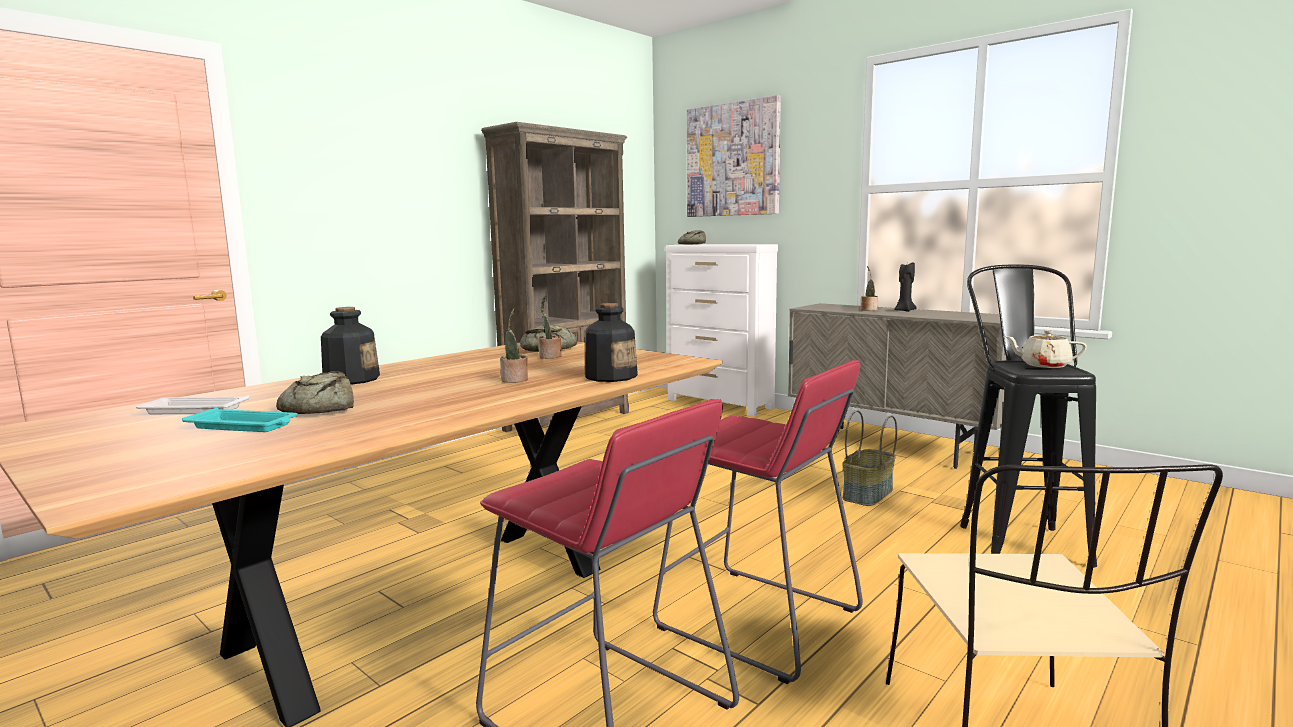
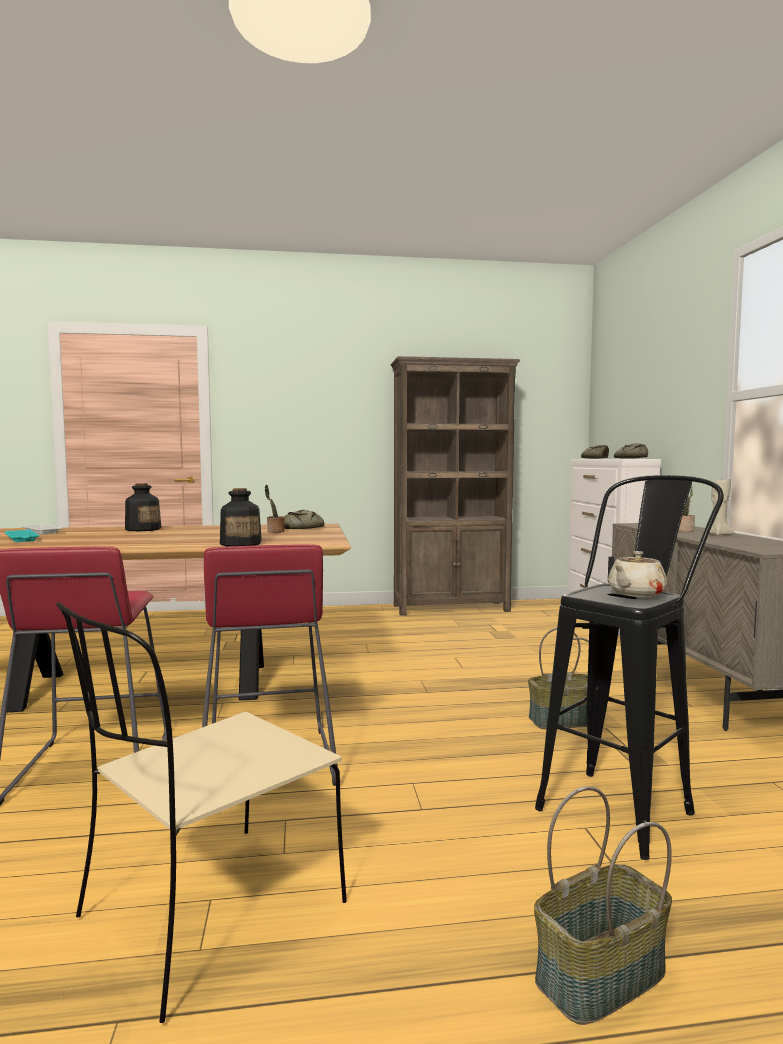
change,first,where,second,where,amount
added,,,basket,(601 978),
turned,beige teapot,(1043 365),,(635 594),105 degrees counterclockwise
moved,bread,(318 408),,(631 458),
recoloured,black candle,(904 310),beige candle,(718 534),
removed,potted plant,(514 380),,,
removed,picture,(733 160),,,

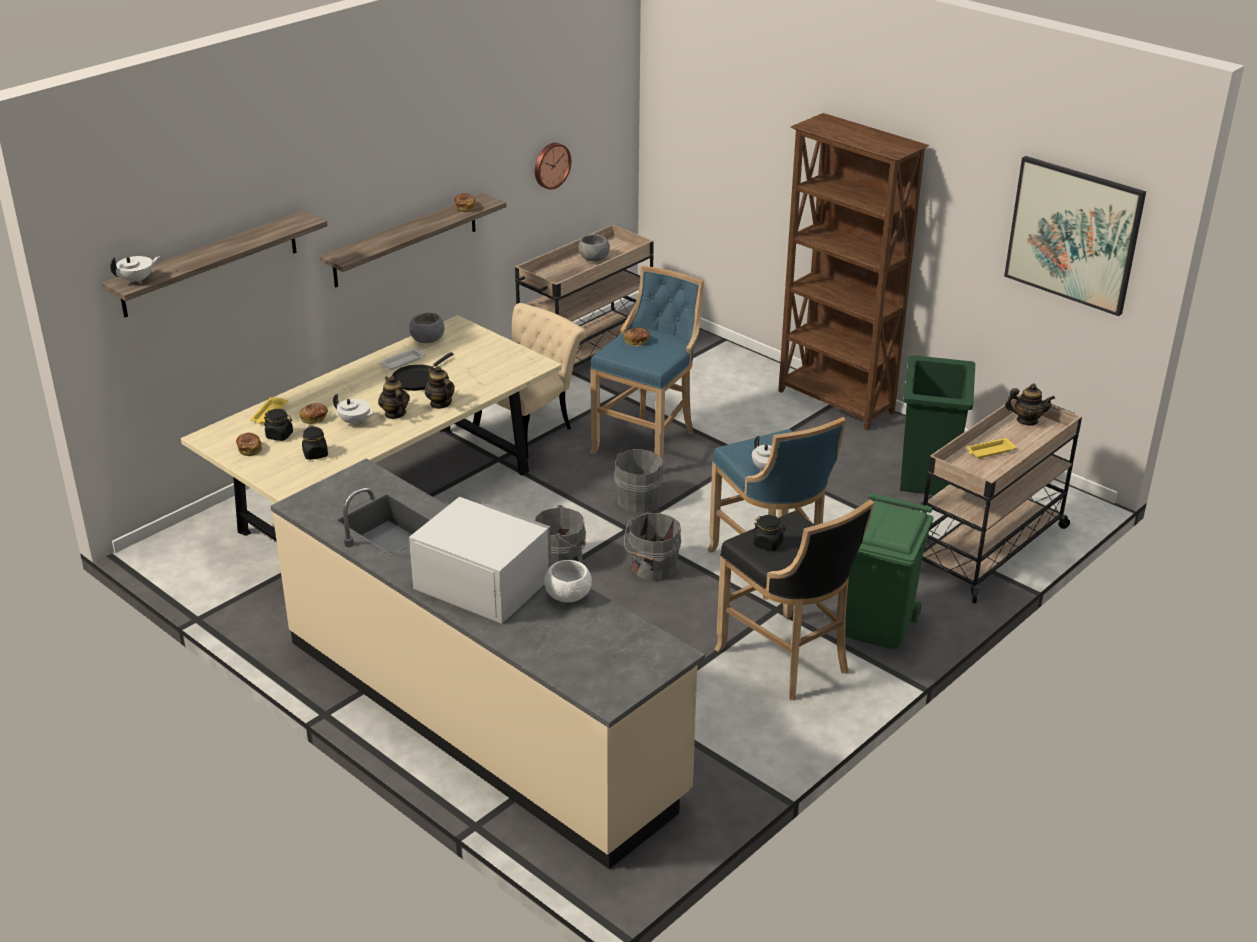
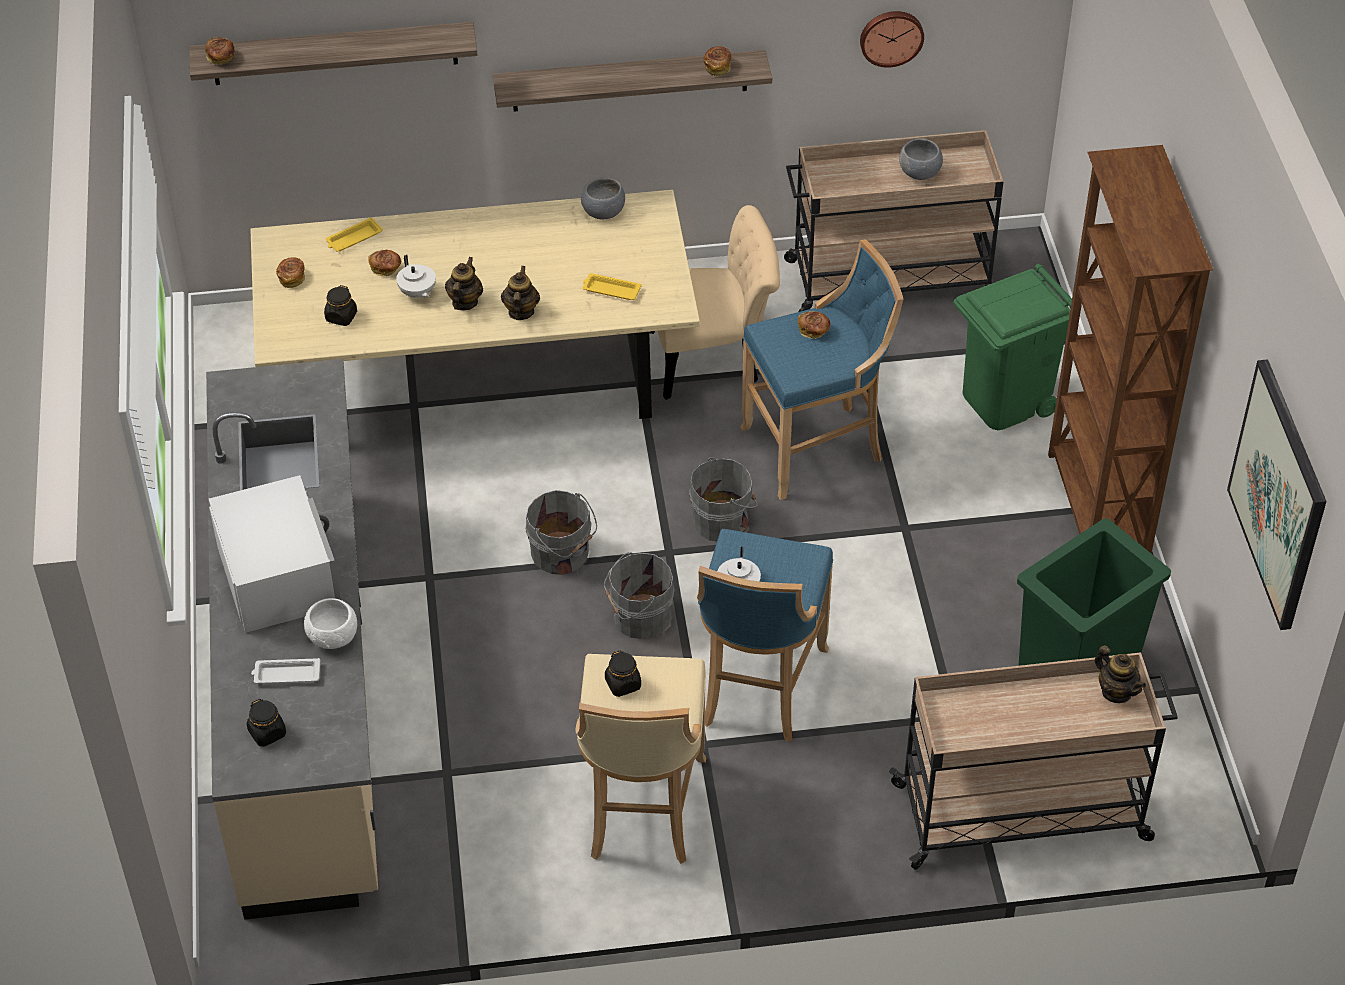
change,first,where,second,where,amount
replaced,white teapot,(138 280),bread,(221 58),
moved,black jar,(279 435),,(267 733),
moved,white tray,(402 362),,(286 674),
recoloured,black stool,(788 661),beige stool,(642 811),
moved,yellow tray,(990 451),,(610 290),
moved,green trash can,(878 625),,(1005 401),
removed,black frying pan,(418 379),,,

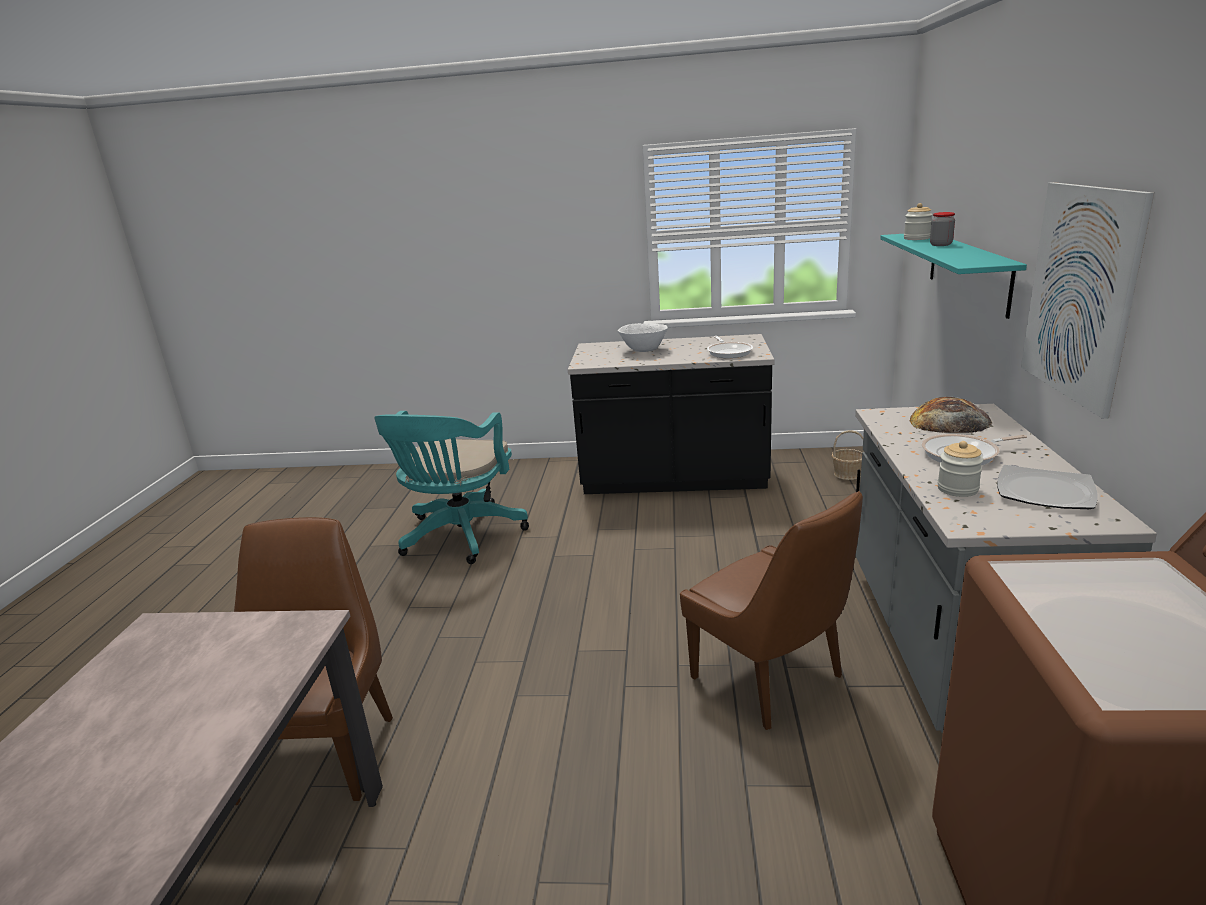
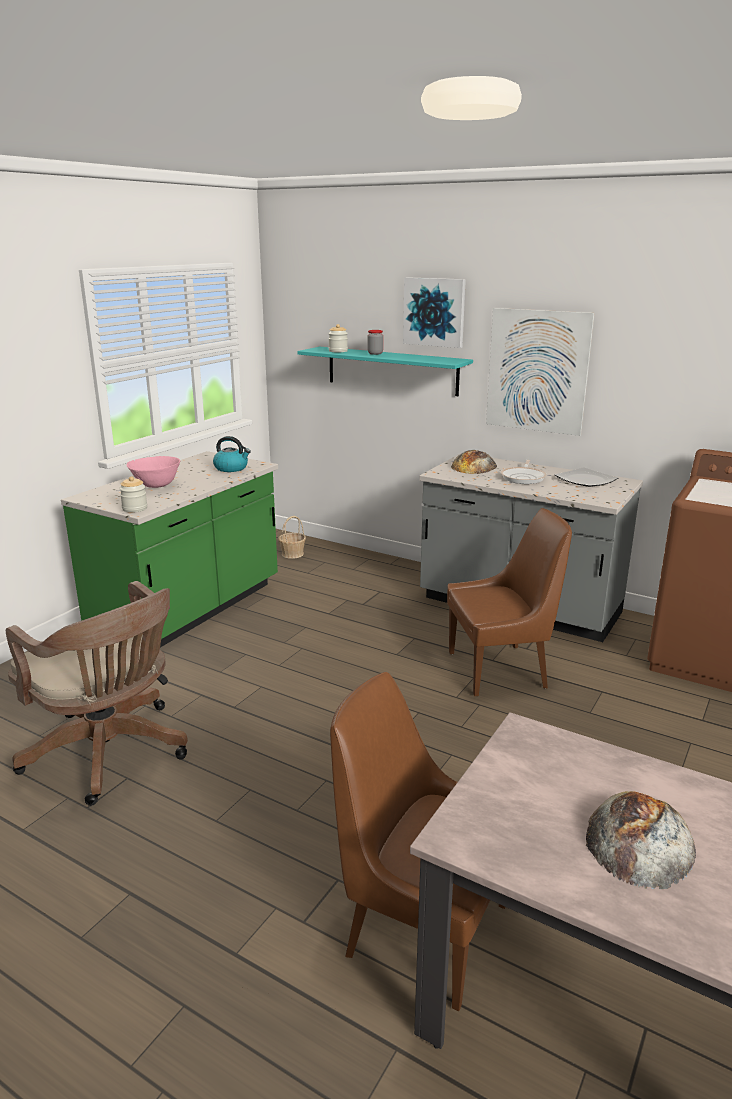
change,first,where,second,where,amount
recoloured,turquoise office chair,(460 537),brown office chair,(111 754),
recoloured,black counter,(674 480),green counter,(190 612),
moved,jar,(957 489),,(135 508),
recoloured,white bowl,(643 351),pink bowl,(156 486),
replaced,frying pan,(729 352),kettle,(231 468),
added,,,picture,(434 312),
added,,,bread,(639 840),

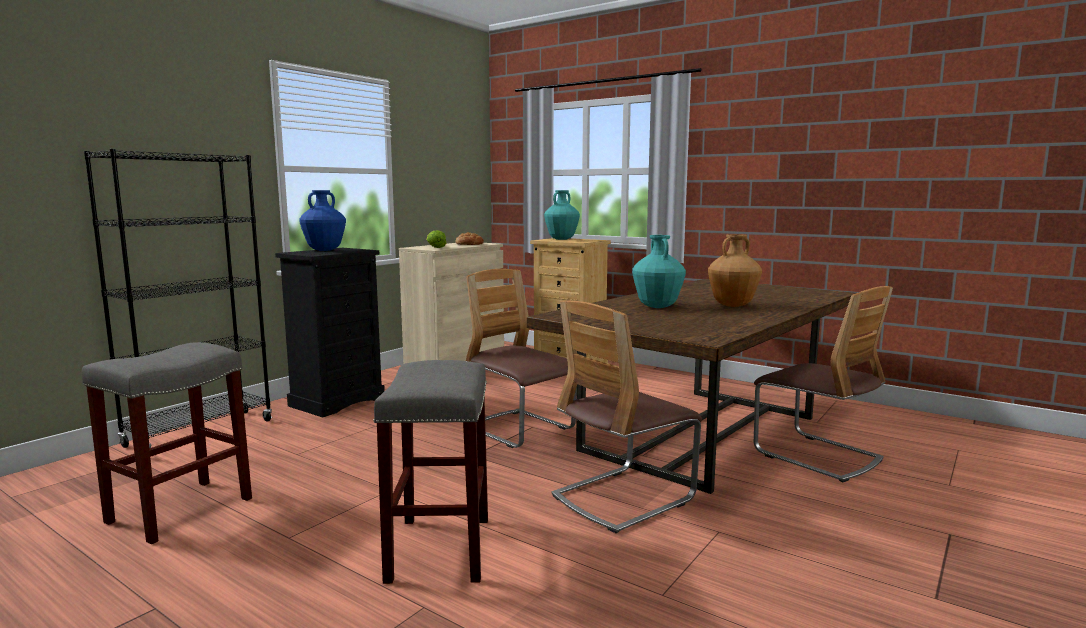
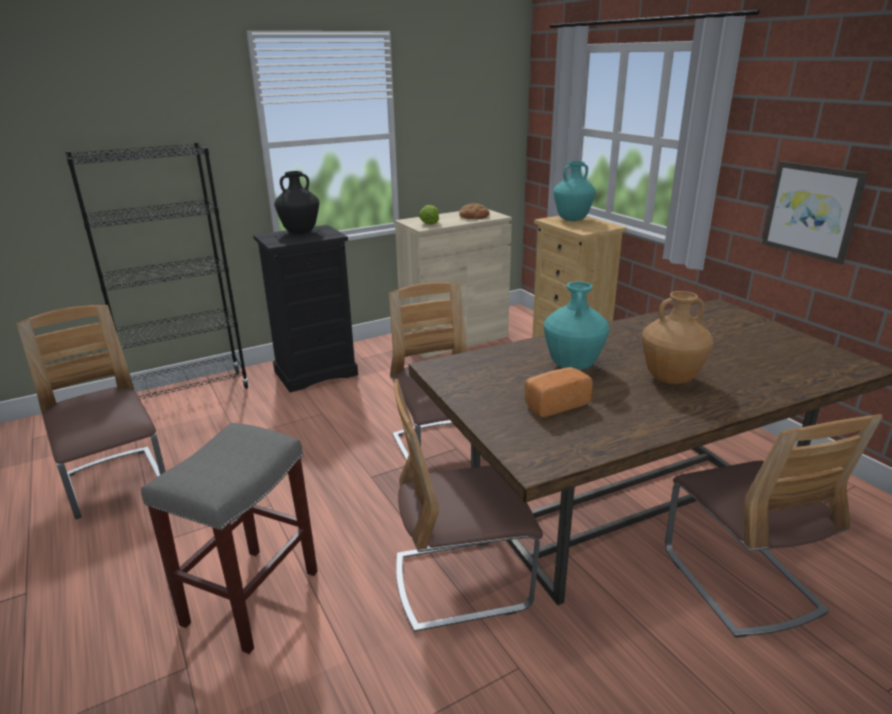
change,first,where,second,where,amount
replaced,grey stool,(181 509),chair,(116 484),
recoloured,blue vase,(324 250),black vase,(300 232),
added,,,bread,(554 404),
added,,,picture,(812 211),

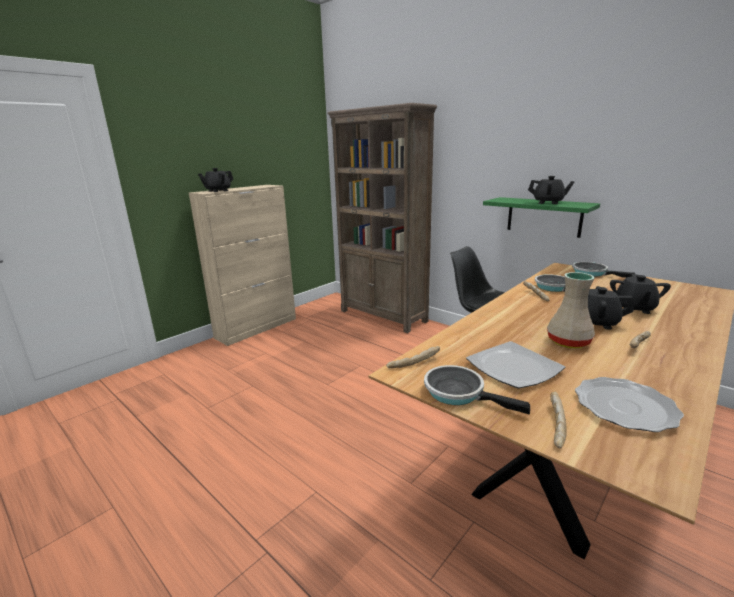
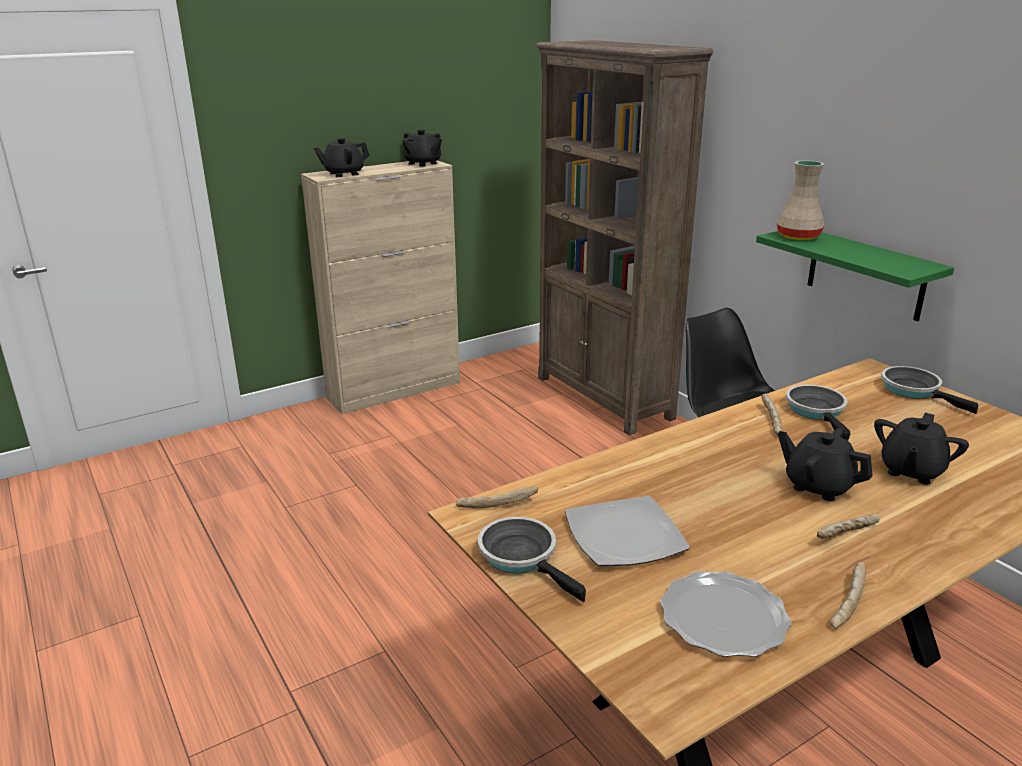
change,first,where,second,where,amount
moved,black teapot,(548 202),,(422 163),
moved,beige vase,(567 342),,(797 237),
moved,bread,(555 425),,(846 602),

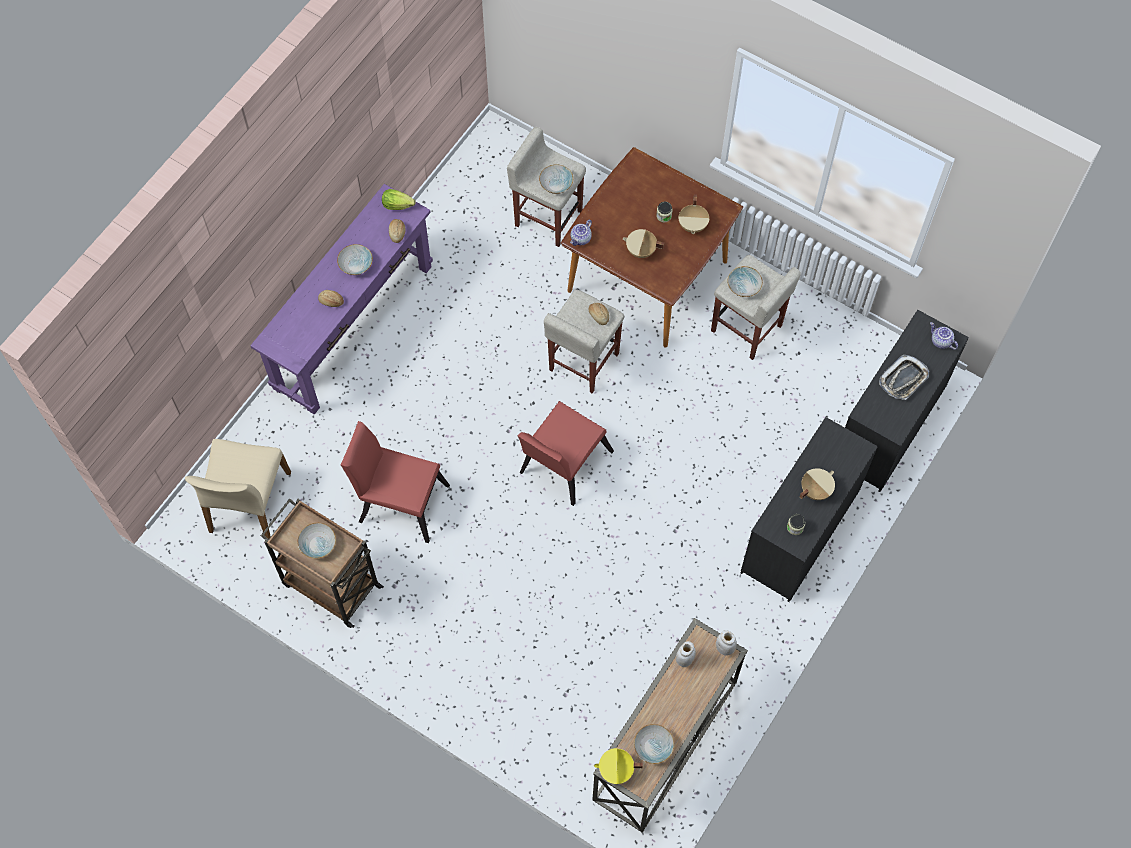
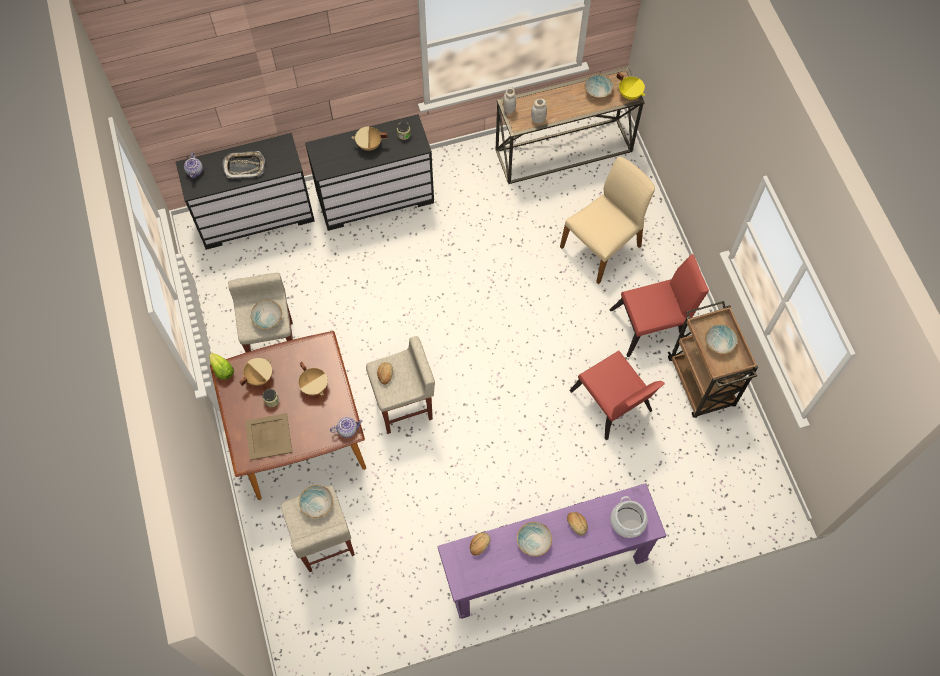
change,first,where,second,where,amount
moved,lettuce,(397 205),,(222 370),
added,,,beige tray,(269 436),
moved,beige chair,(248 503),,(602 247),
moved,red chair,(562 466),,(652 325),
added,,,cooking pot,(627 521),

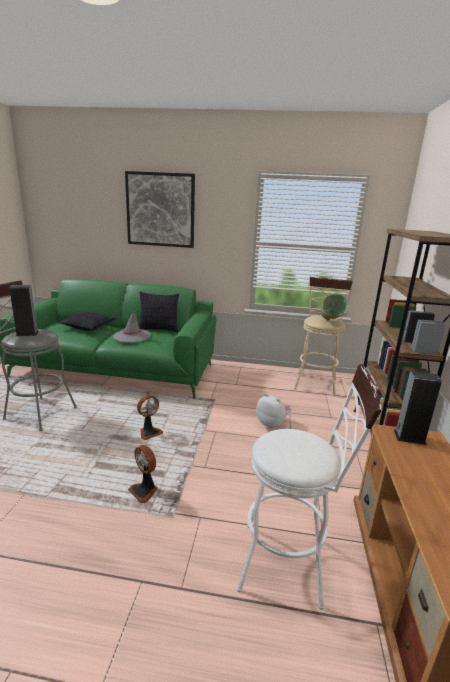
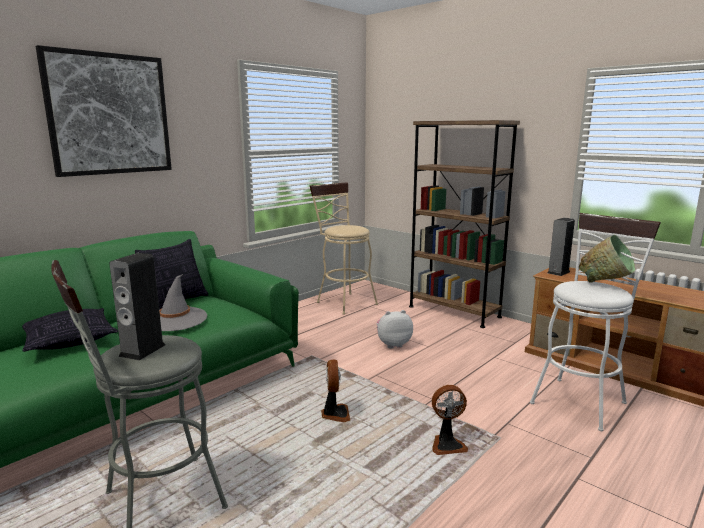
change,first,where,second,where,amount
moved,green bowl,(331 322),,(606 284),

